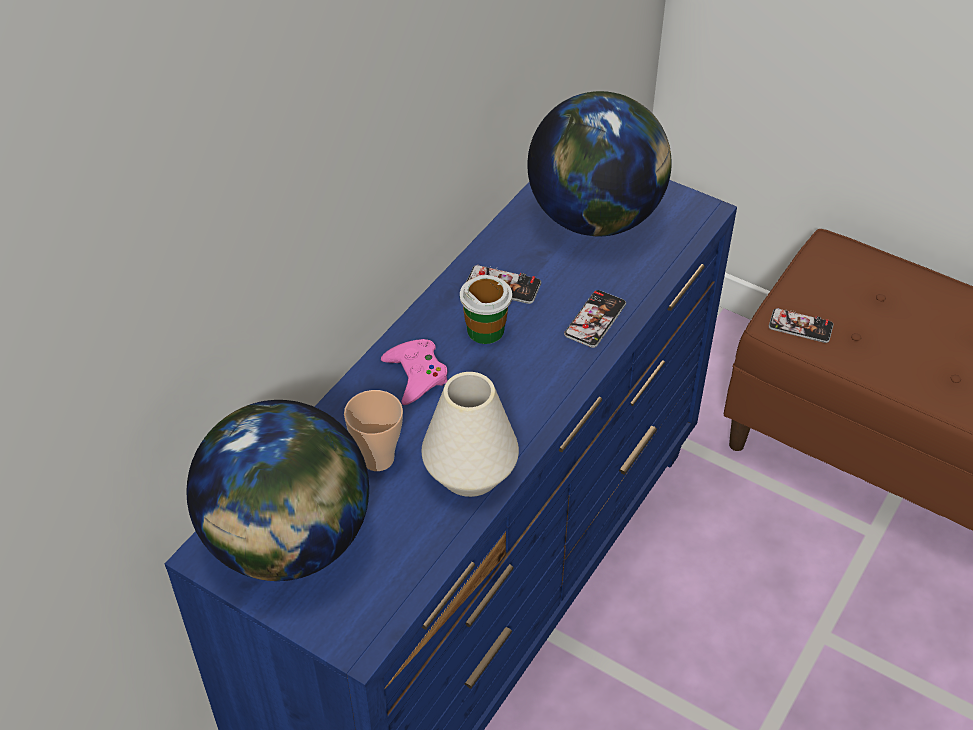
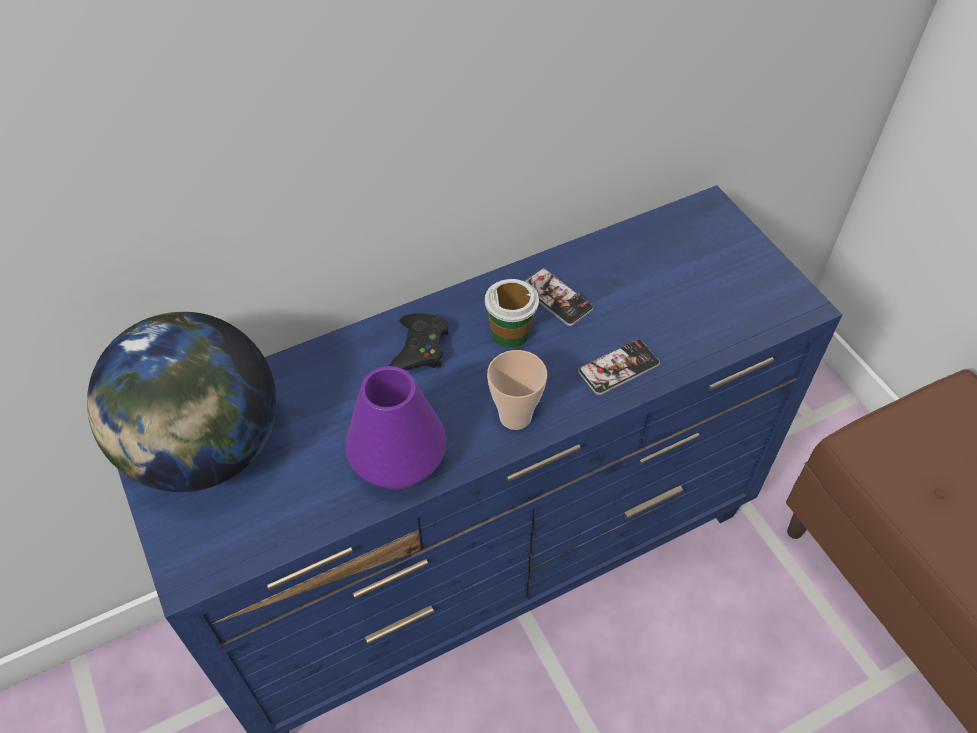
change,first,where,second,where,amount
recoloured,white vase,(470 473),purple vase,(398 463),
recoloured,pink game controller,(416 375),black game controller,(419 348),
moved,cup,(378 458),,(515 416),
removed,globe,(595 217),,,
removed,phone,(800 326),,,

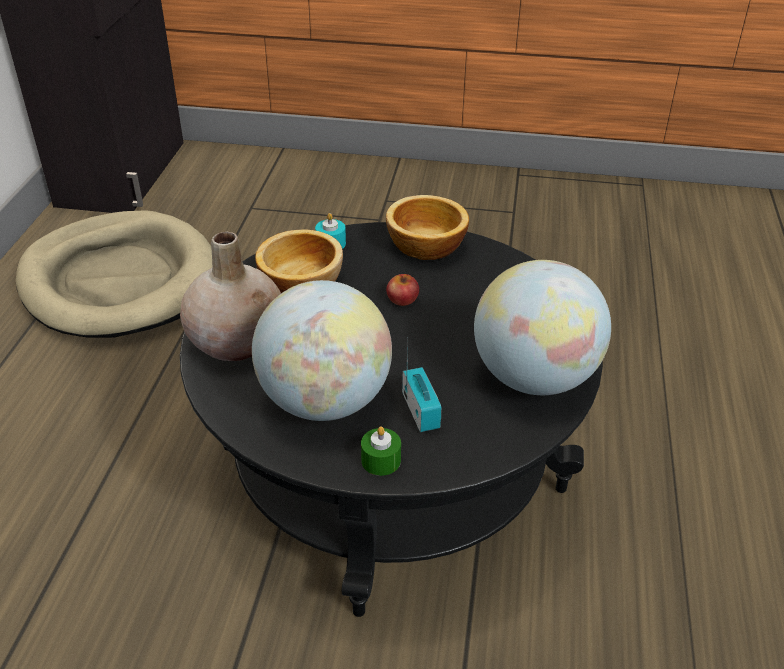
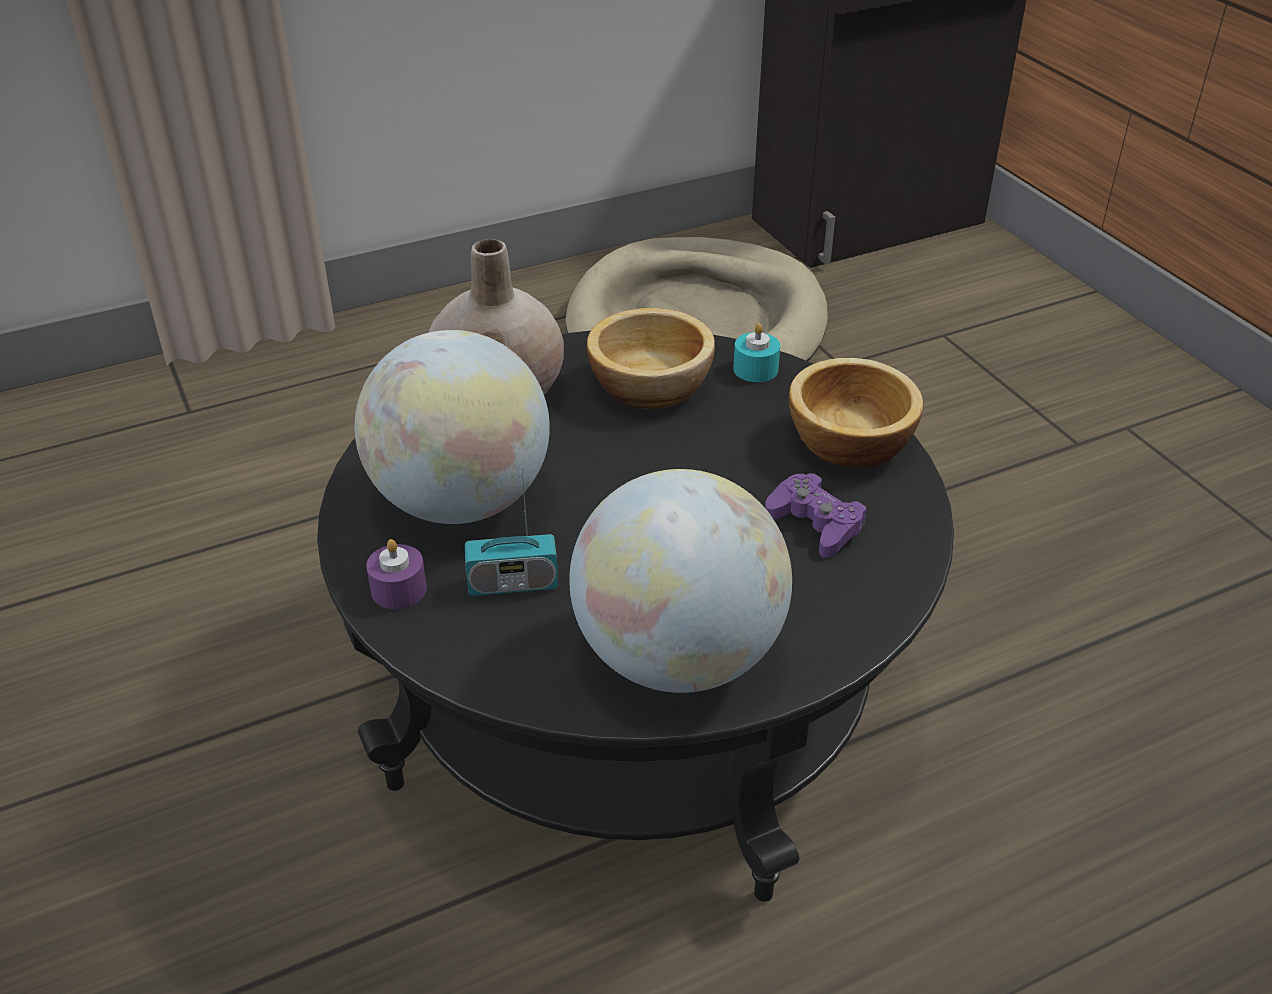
change,first,where,second,where,amount
recoloured,green candle,(381 460),purple candle,(399 589),
turned,radio,(421 411),,(513 583),45 degrees clockwise
added,,,purple game controller,(815 523),
removed,apple,(402 299),,,

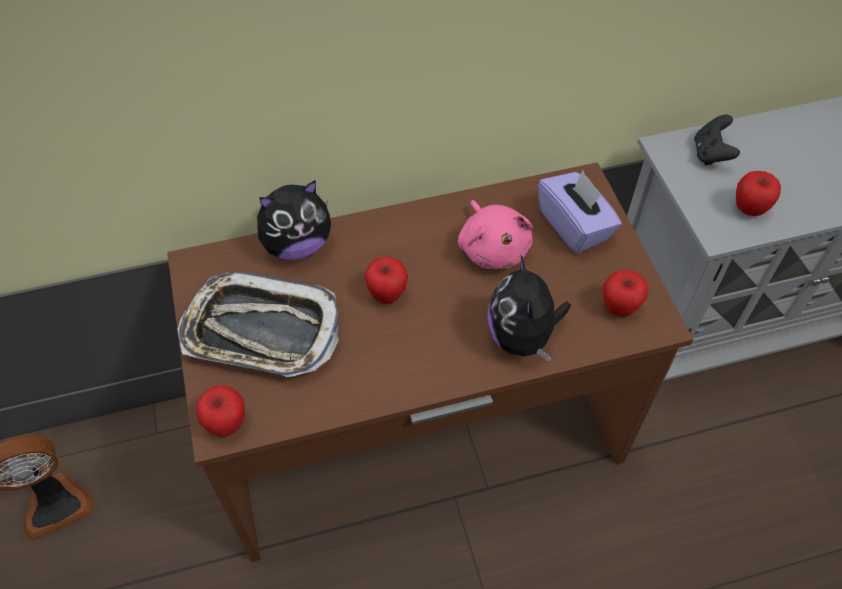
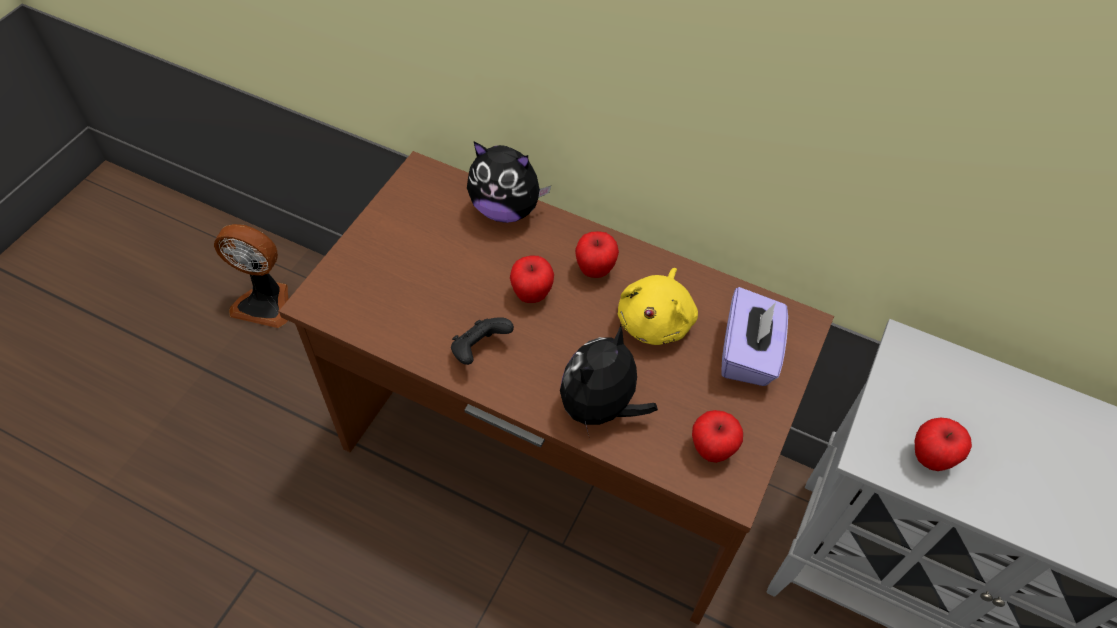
change,first,where,second,where,amount
moved,black game controller,(711 154),,(479 350),
moved,apple,(226 424),,(595 270),
recoloured,pink plush toy,(493 248),yellow plush toy,(656 320),
removed,tray,(261 331),,,

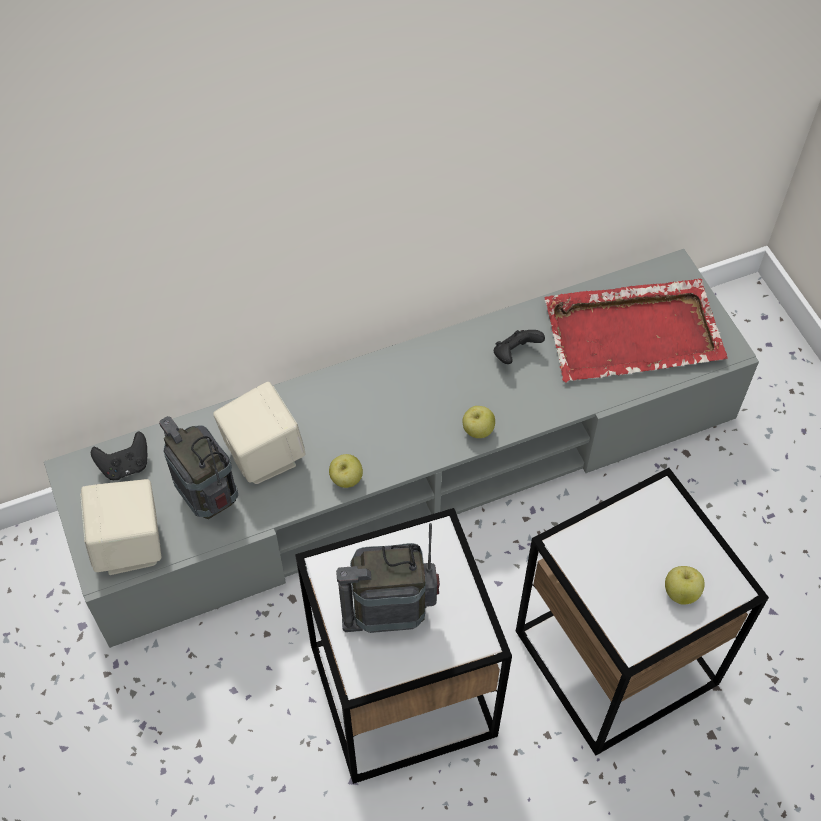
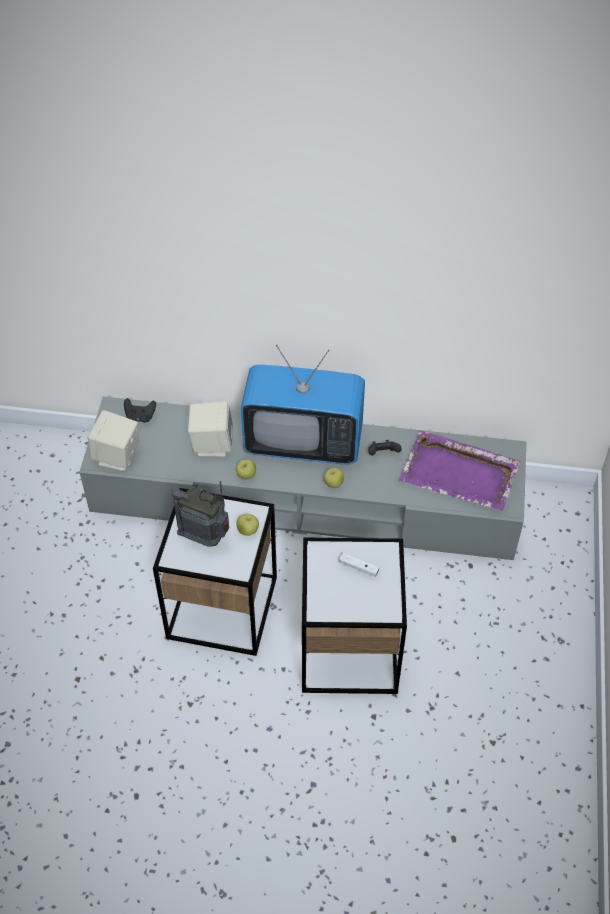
change,first,where,second,where,amount
moved,apple,(681 592),,(248 530),
added,,,television,(303 442),
added,,,white game controller,(358 567),
recoloured,red tray,(634 333),purple tray,(460 474),
removed,radio,(209 499),,,

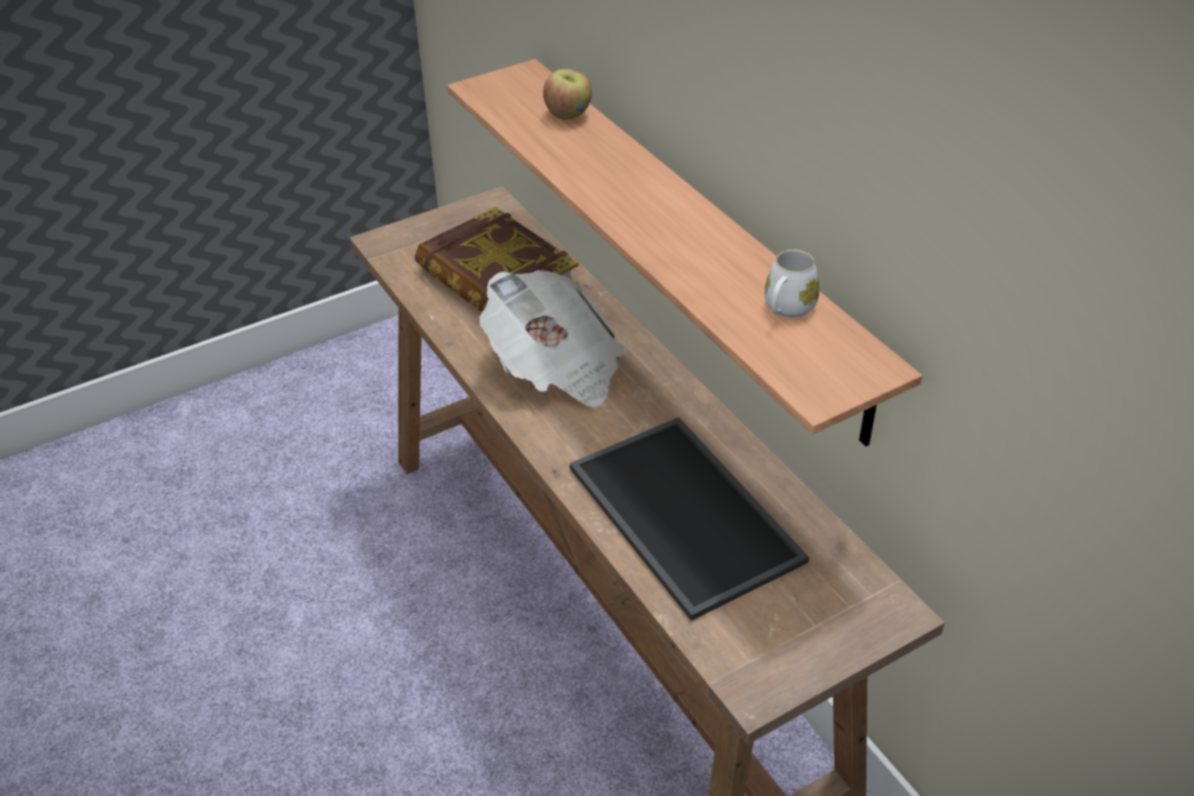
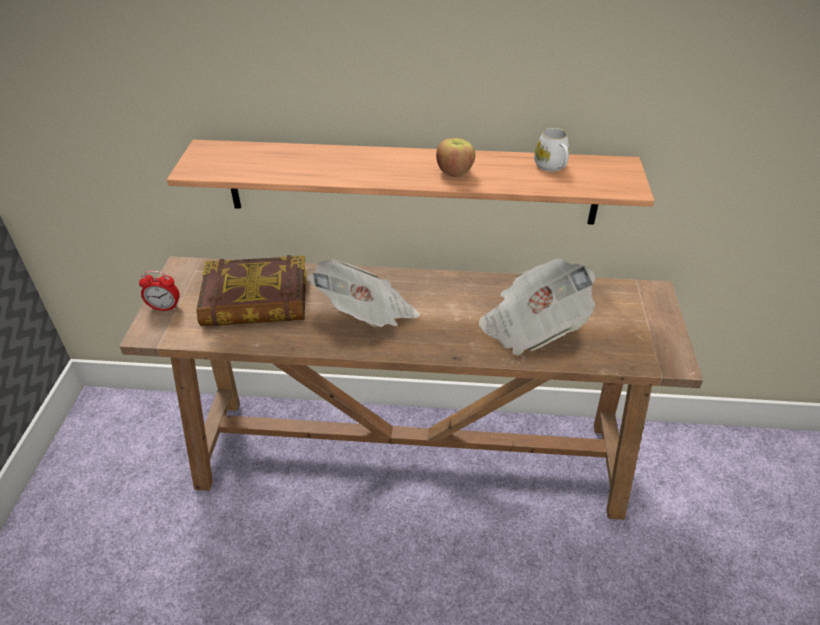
change,first,where,second,where,amount
added,,,alarm clock,(165 308),
moved,apple,(568 114),,(455 172),
replaced,tray,(679 513),newspaper,(532 326),

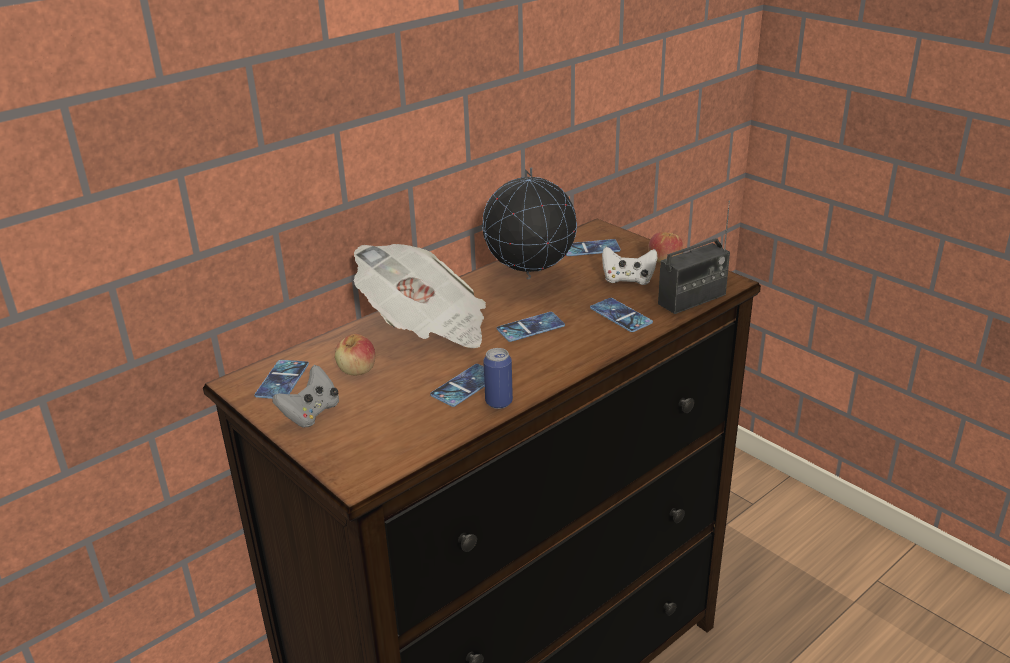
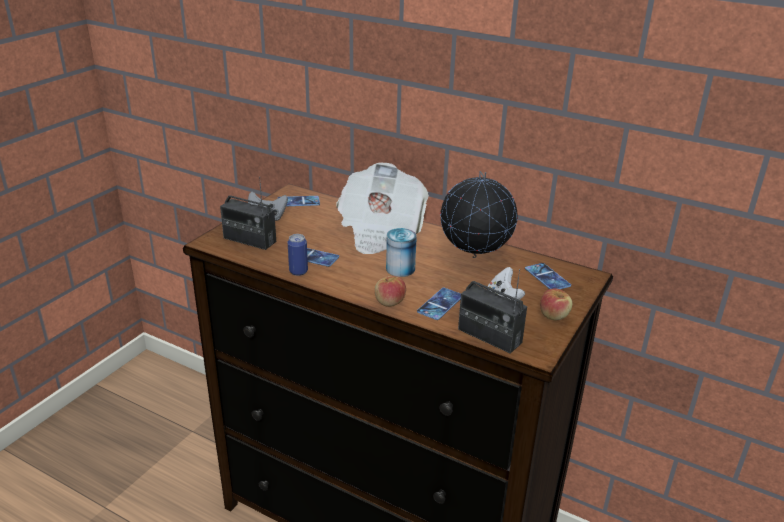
change,first,where,second,where,amount
added,,,radio,(249 240),
moved,apple,(357 370),,(389 302),
replaced,phone,(530 327),can,(400 269),

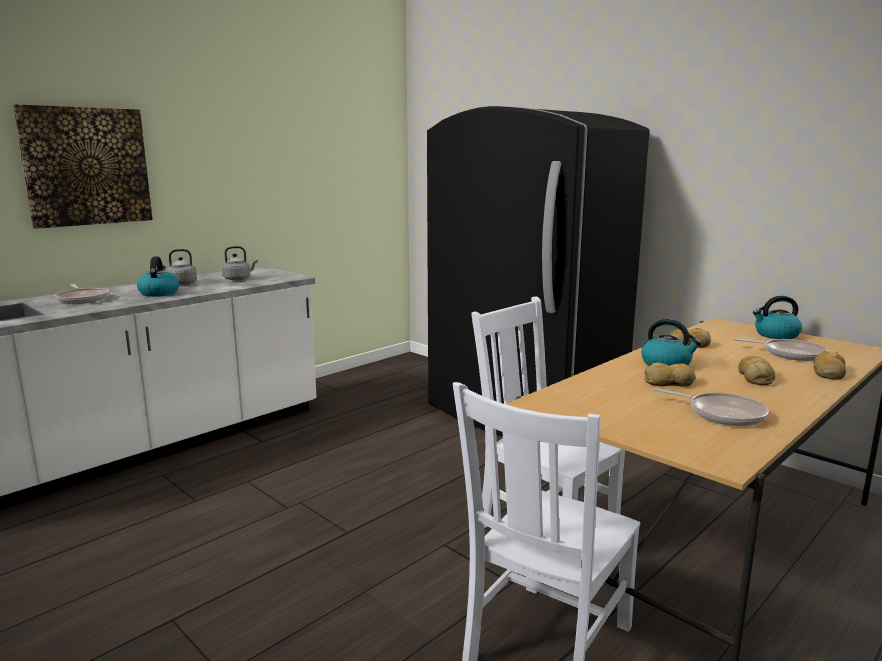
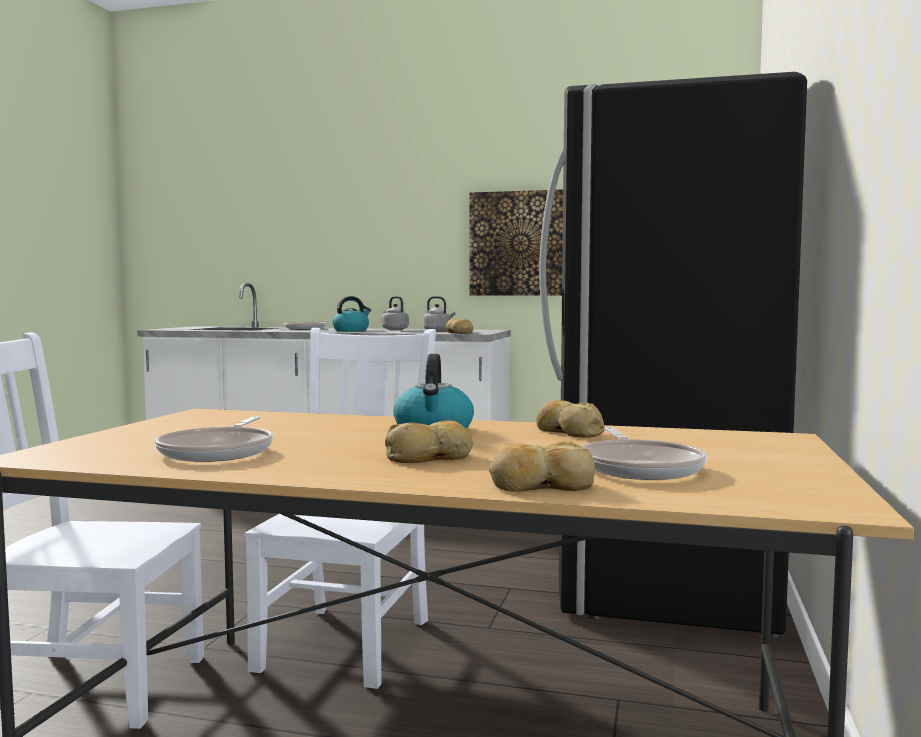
change,first,where,second,where,amount
moved,bread,(669 382),,(459 333),
moved,picture,(86 166),,(520 243),
removed,kettle,(776 335),,,

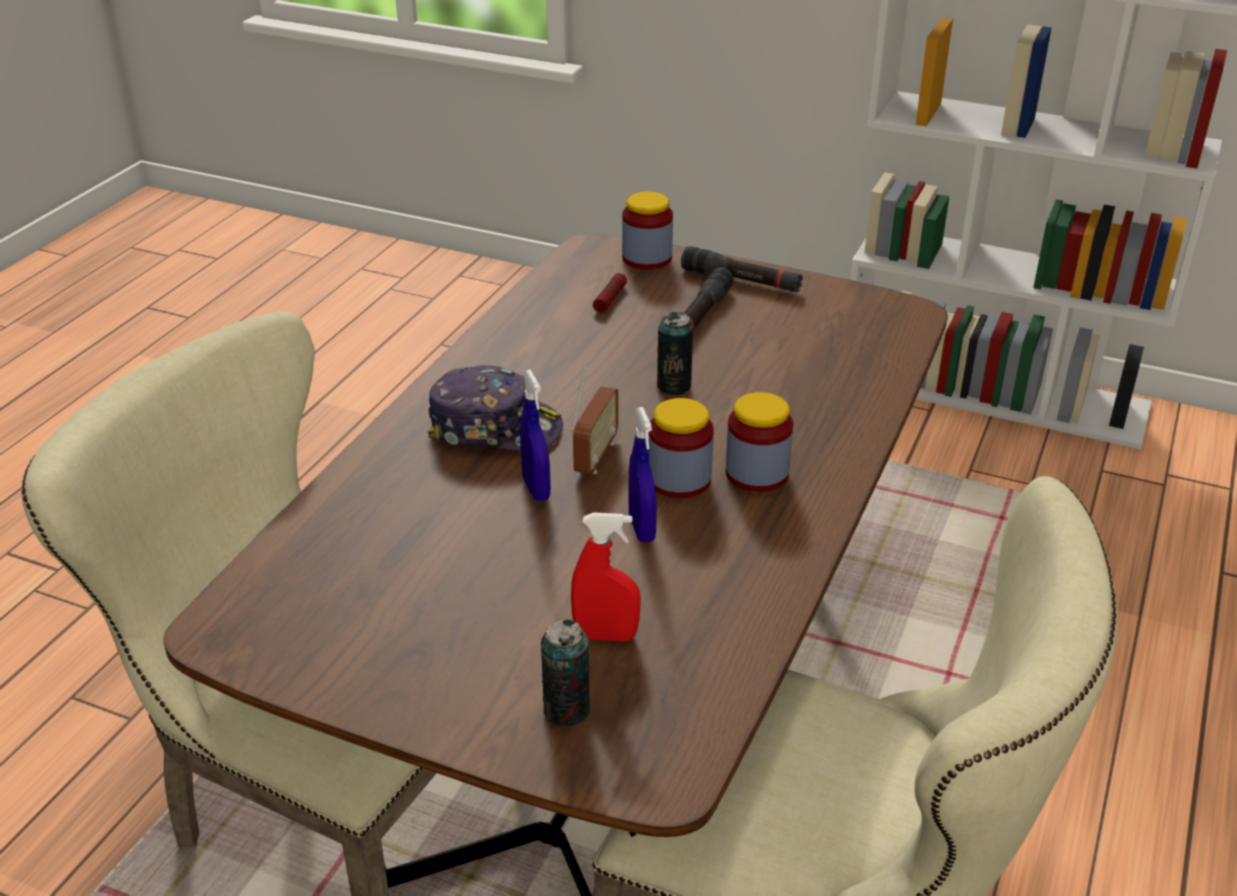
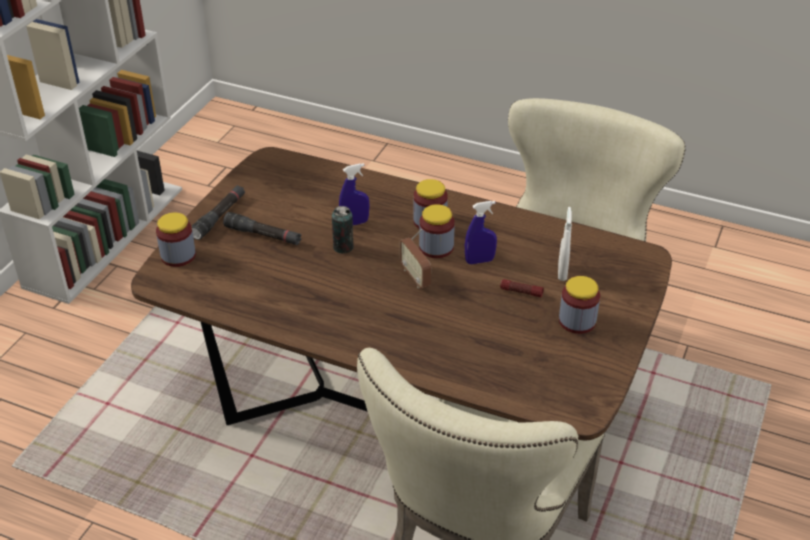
change,first,where,second,where,amount
moved,blue spray bottle,(536 488),,(354 223),
turned,radio,(595 457),,(415 277),135 degrees counterclockwise
moved,flashlight,(610 299),,(521 292),
recoloured,red spray bottle,(606 635),white spray bottle,(562 272),
added,,,jar,(577 321),
removed,cap,(495 428),,,
removed,can,(566 710),,,

